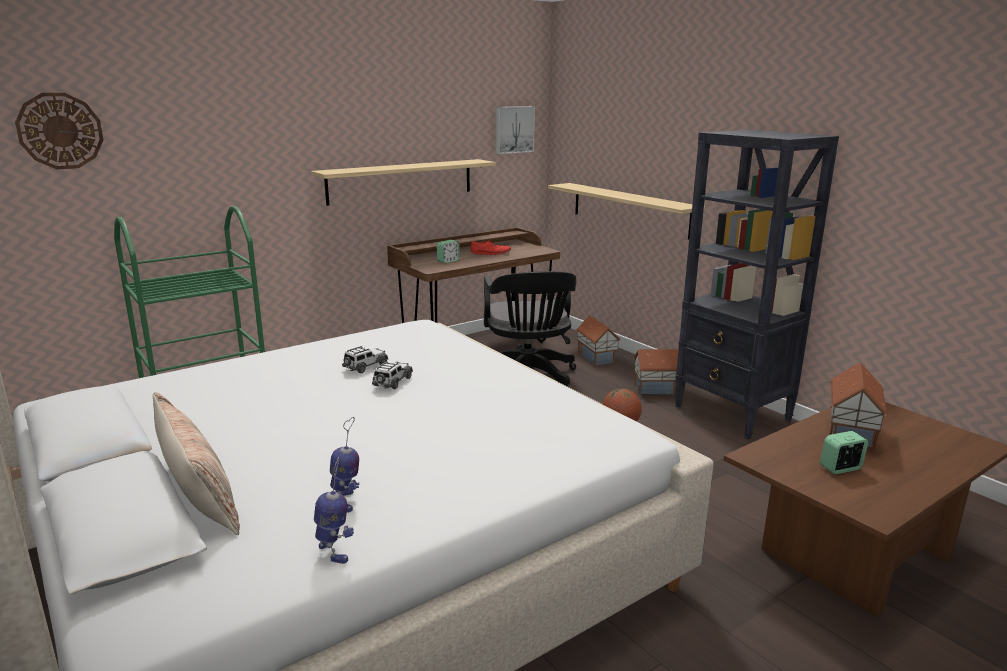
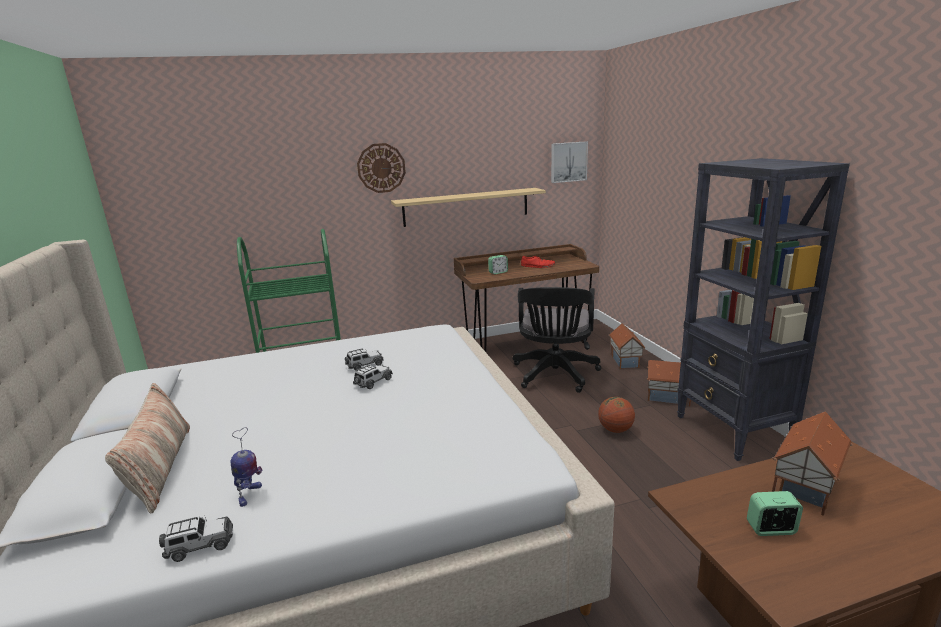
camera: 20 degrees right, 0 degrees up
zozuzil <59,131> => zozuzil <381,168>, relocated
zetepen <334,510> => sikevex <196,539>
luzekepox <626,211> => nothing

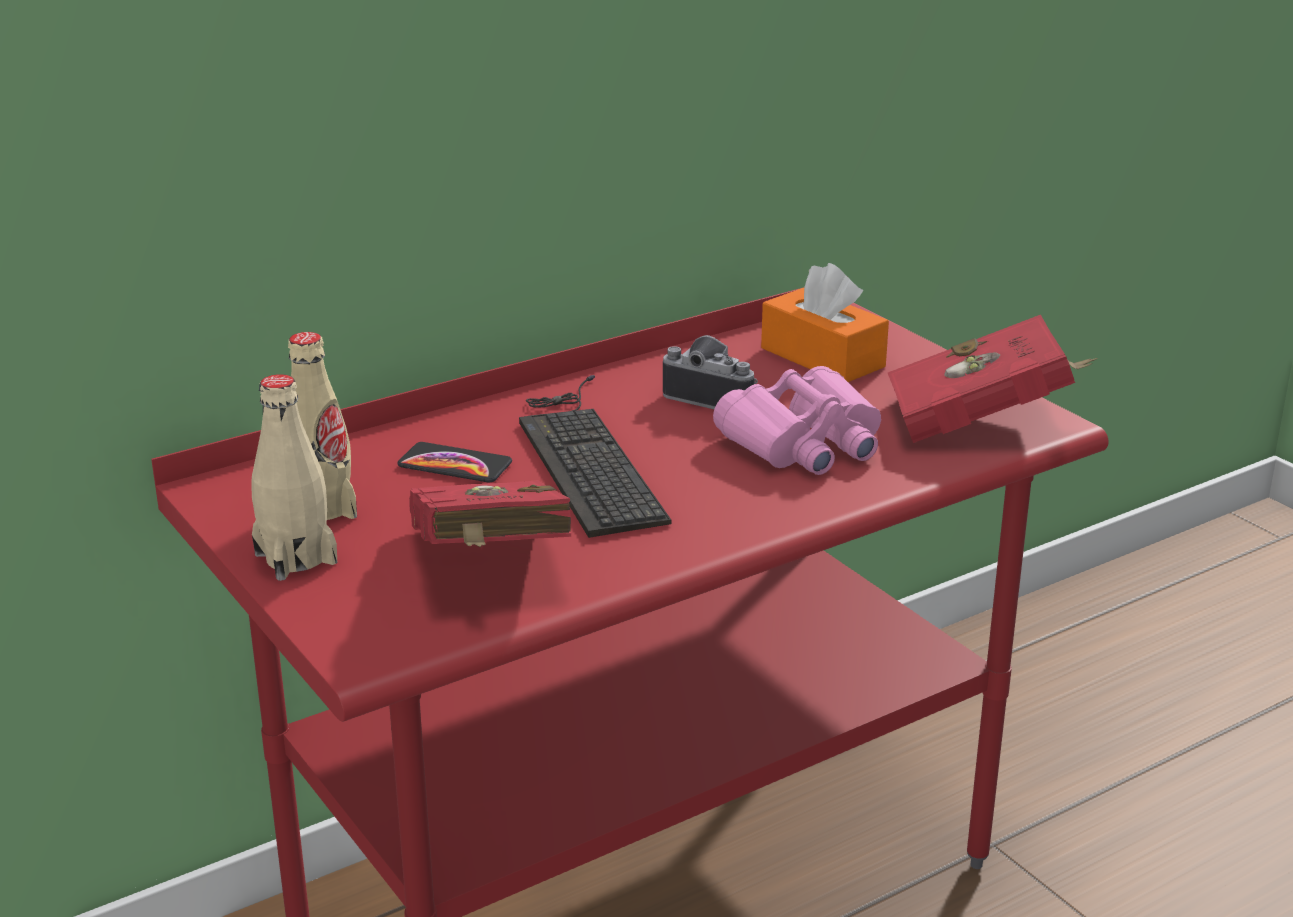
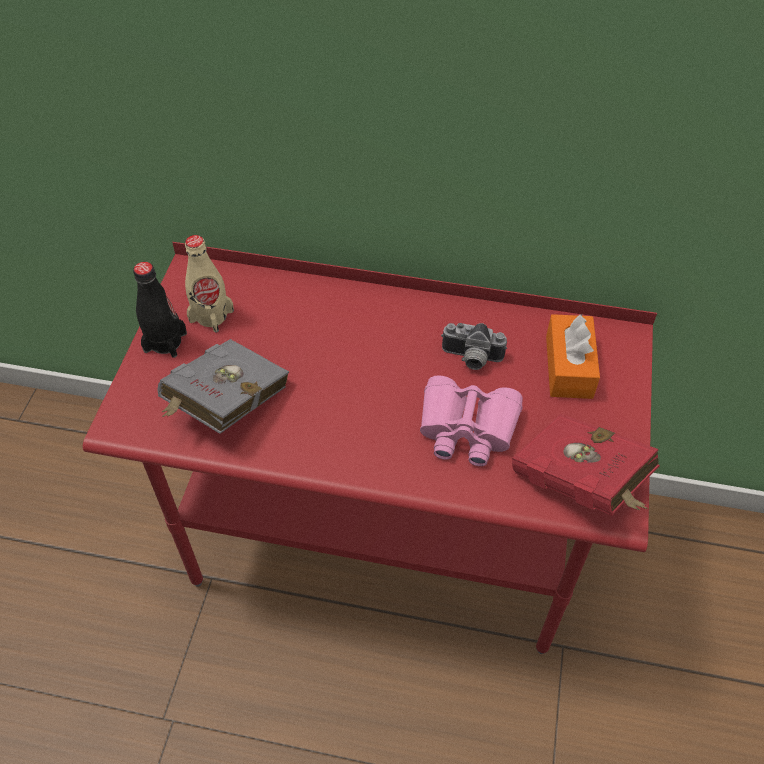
camera: 45 degrees right, 25 degrees up
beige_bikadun <294,477> => black_bikadun <160,310>
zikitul <454,462> => nothing
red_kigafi <490,513> => grey_kigafi <223,386>
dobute <595,456> => nothing
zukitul <710,372> => zukitul <474,346>, 120 degrees clockwise

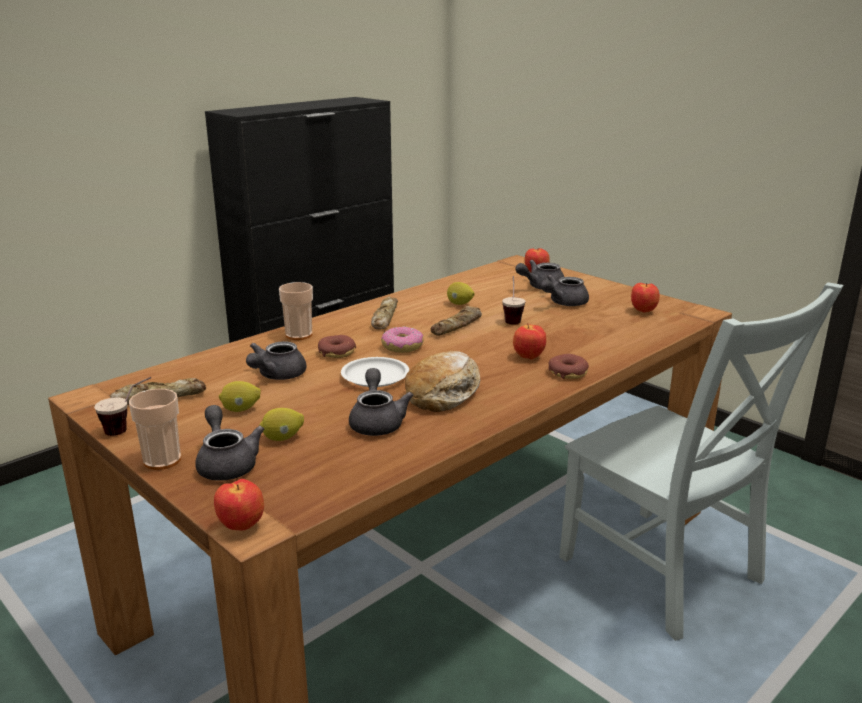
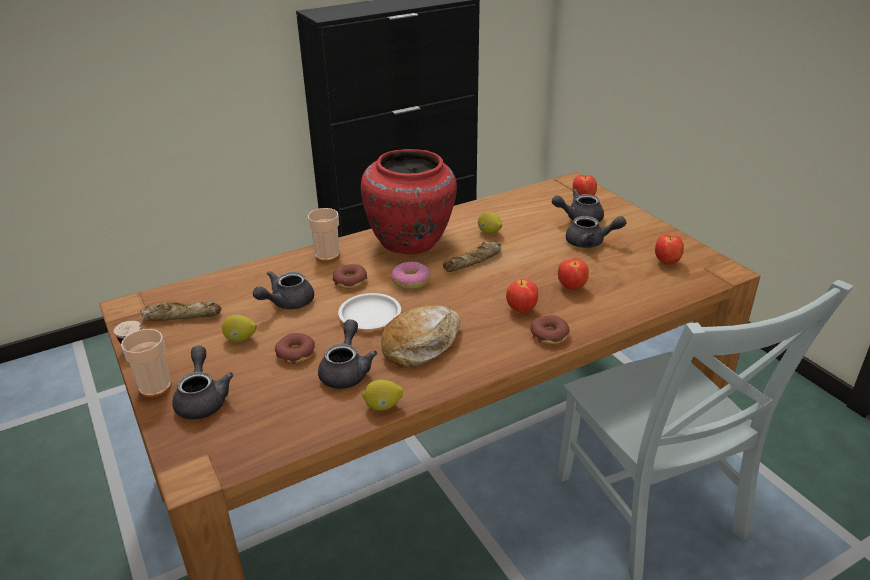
camera: 15 degrees right, 10 degrees up
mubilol <239,504> => mubilol <573,274>, relocated
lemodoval <281,424> => lemodoval <382,395>, relocated
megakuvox <384,313> => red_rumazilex <409,202>
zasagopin <514,300> => nothing
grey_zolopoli <564,290> => grey_zolopoli <596,232>, 150 degrees counterclockwise
nothing => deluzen <295,348>

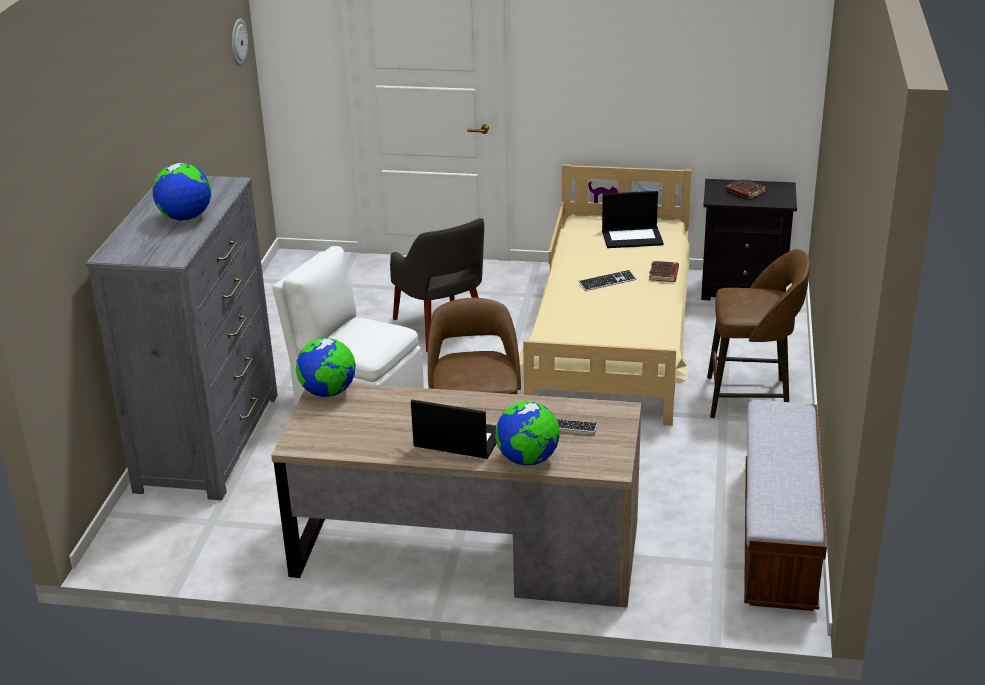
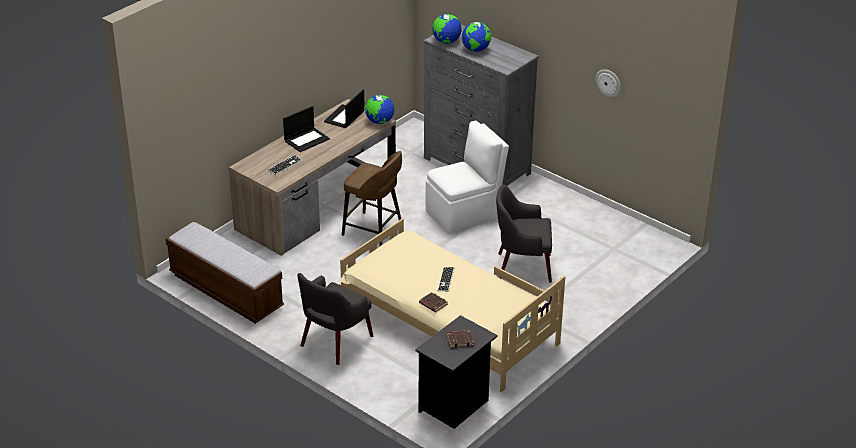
camera: 120 degrees right, 5 degrees up
zozuzil <240,42> => zozuzil <608,83>, relocated
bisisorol <527,434> => bisisorol <447,29>, relocated
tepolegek <633,219> => tepolegek <344,108>, relocated
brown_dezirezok <758,333> => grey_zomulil <335,319>

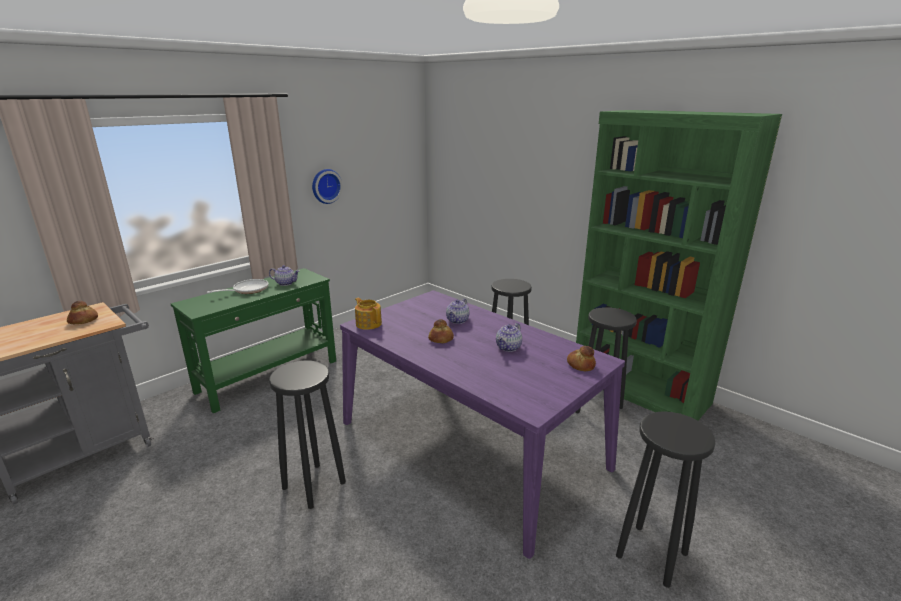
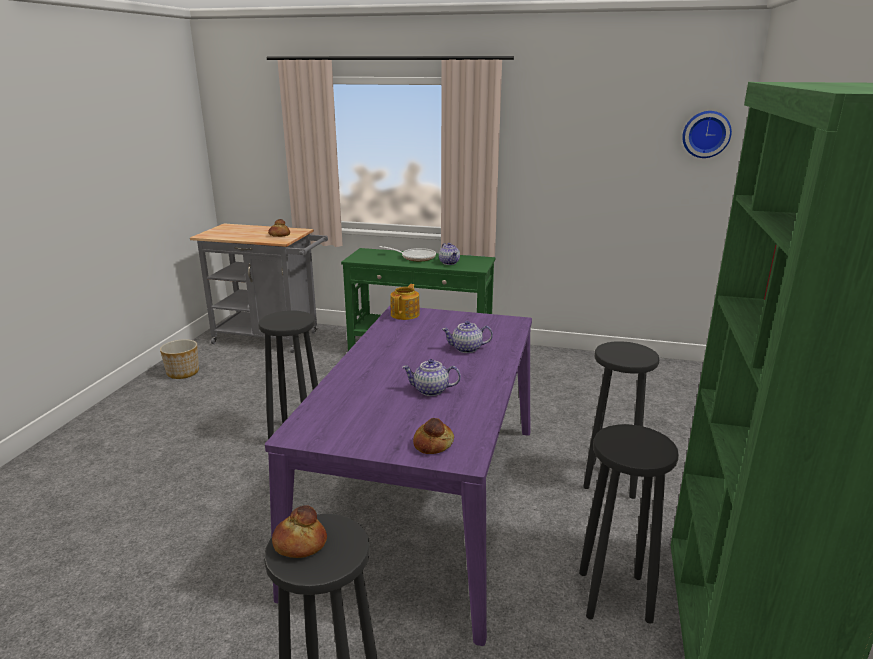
camera: 60 degrees right, 0 degrees up
zozuzil <327,186> => zozuzil <707,134>, relocated
megakuvox <441,331> => megakuvox <299,531>, relocated
nothing => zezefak <179,359>

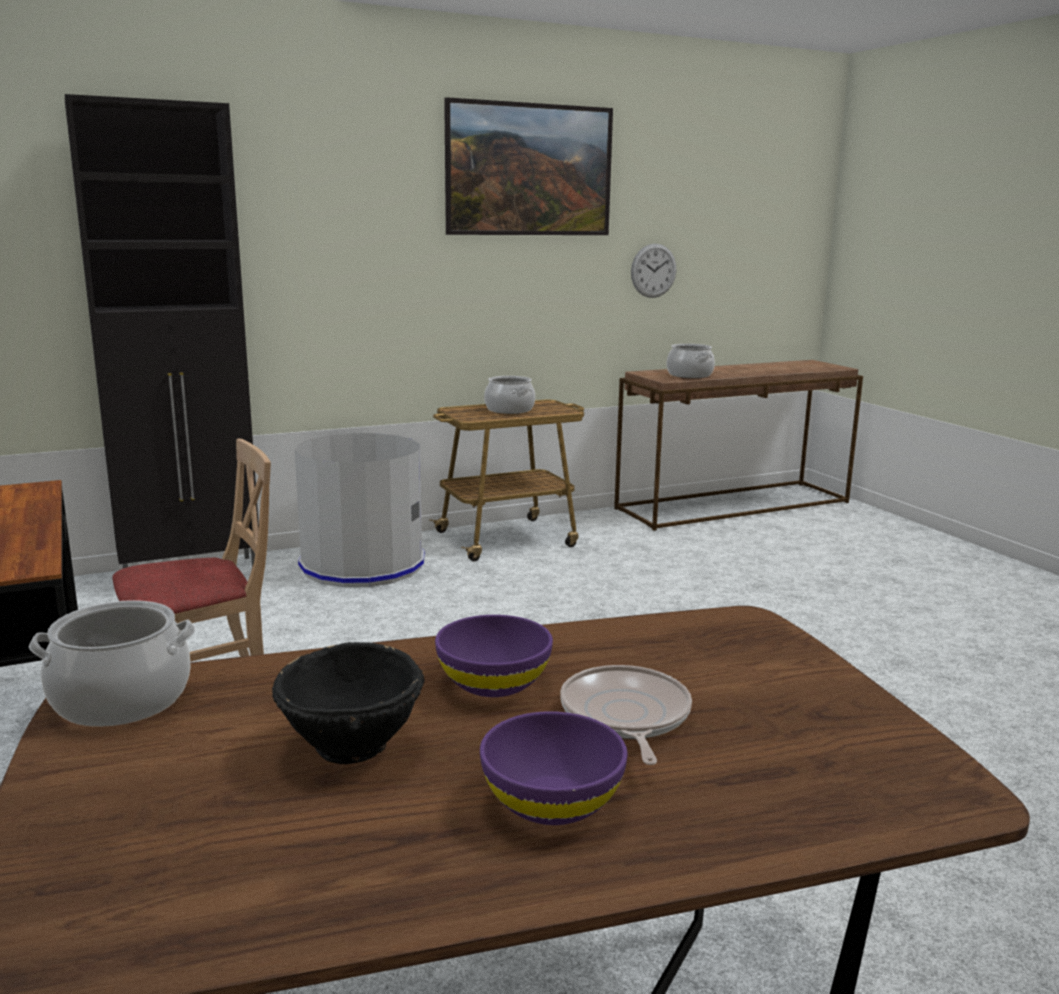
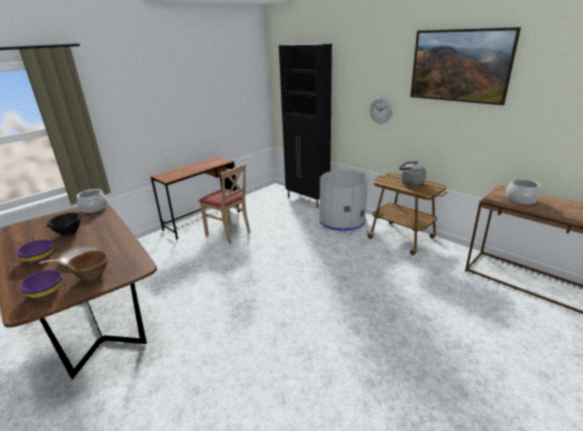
camera: 70 degrees right, 10 degrees up
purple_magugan <494,656> => purple_magugan <41,284>, relocated
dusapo <509,395> => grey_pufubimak <412,174>
zozuzil <653,271> => zozuzil <381,110>, relocated
nothing => brown_magugan <88,266>

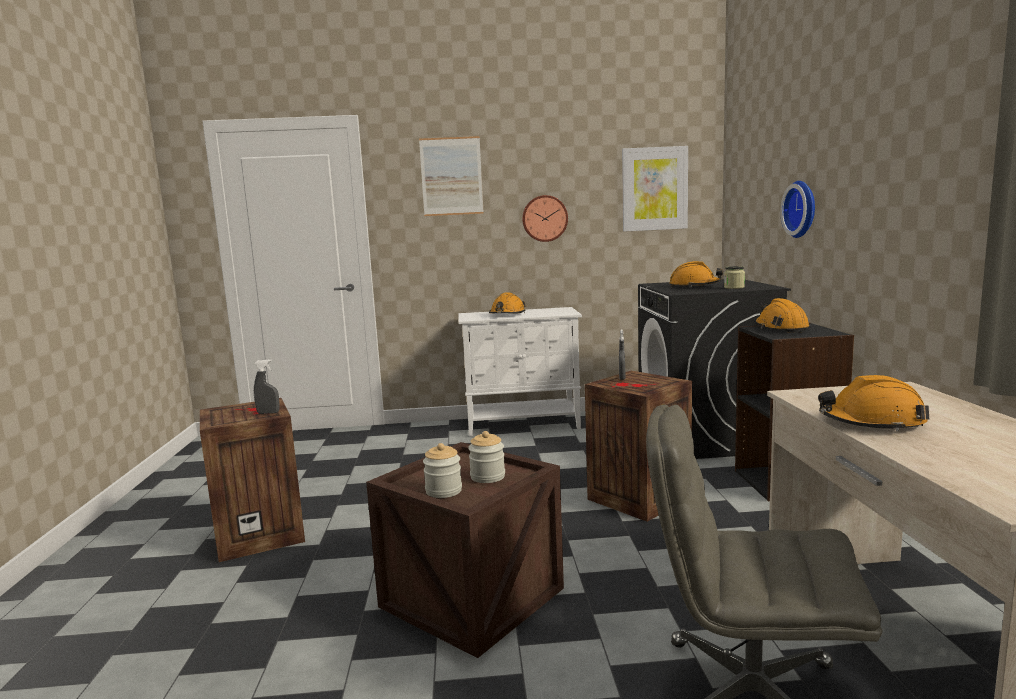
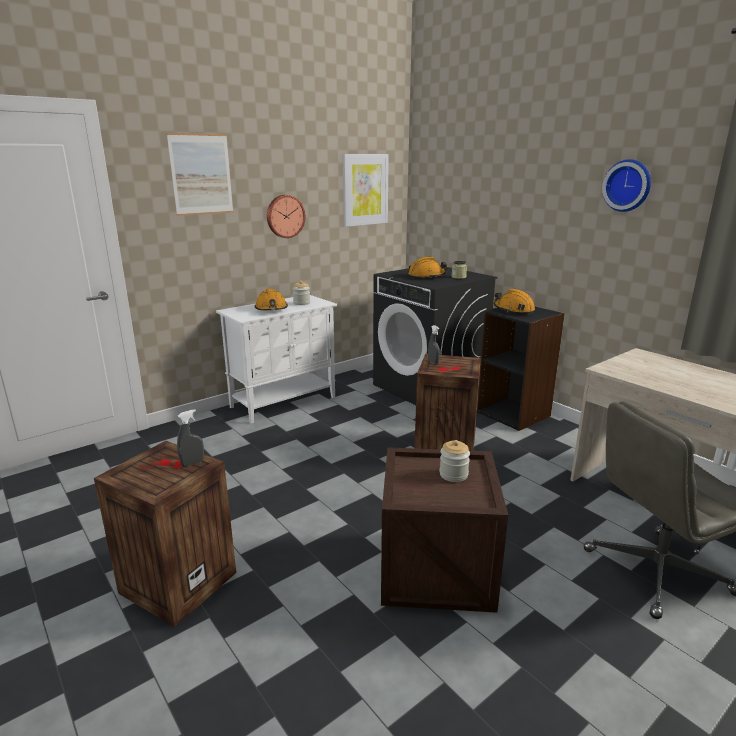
camera: 35 degrees left, 10 degrees up
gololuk <442,470> => gololuk <301,293>, relocated
zozuzil <797,209> => zozuzil <626,185>, relocated
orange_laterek <873,403> => nothing

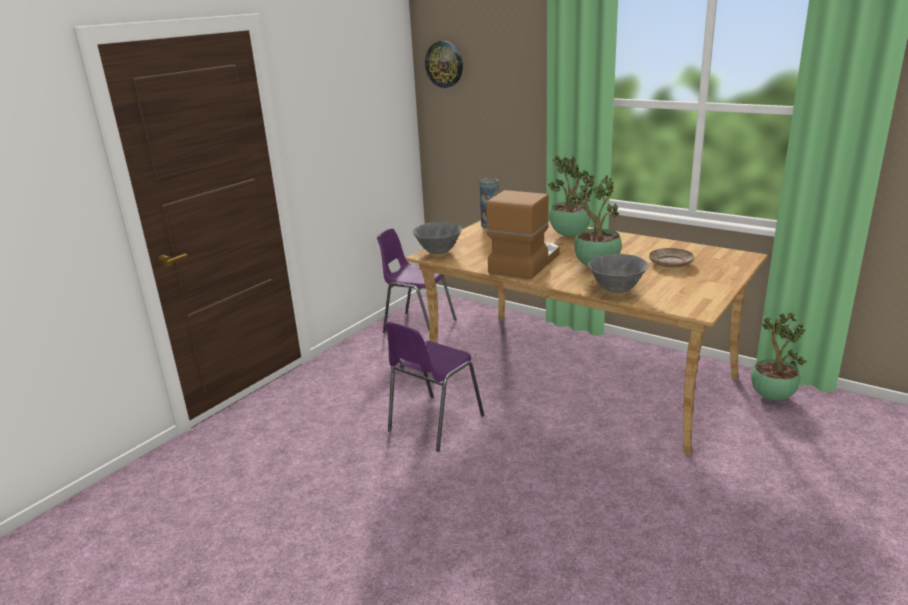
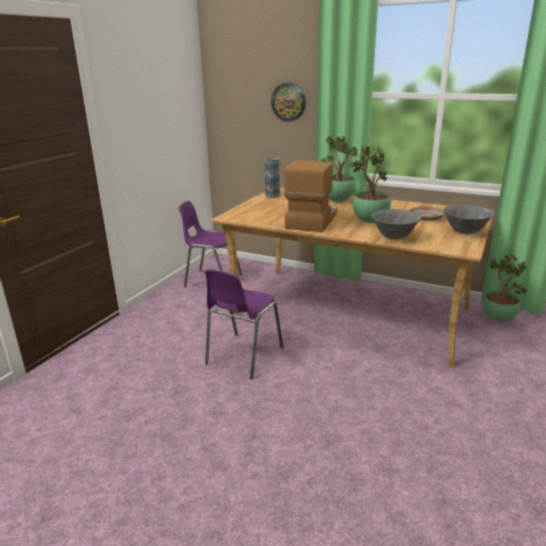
camera: 10 degrees left, 0 degrees up
grey_magugan <437,238> => grey_magugan <468,219>, relocated
zozuzil <444,64> => zozuzil <288,102>, relocated

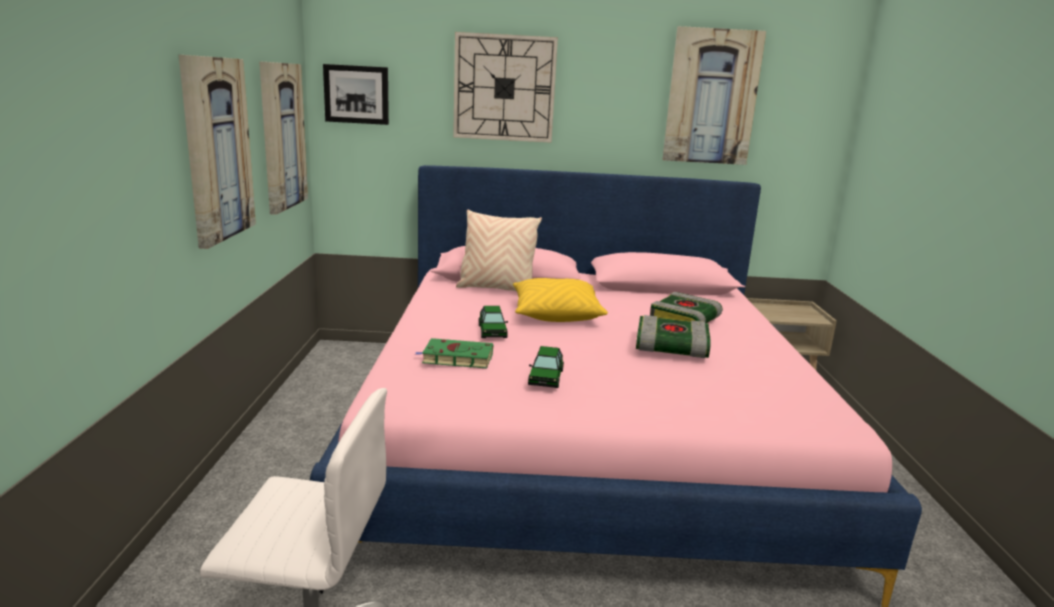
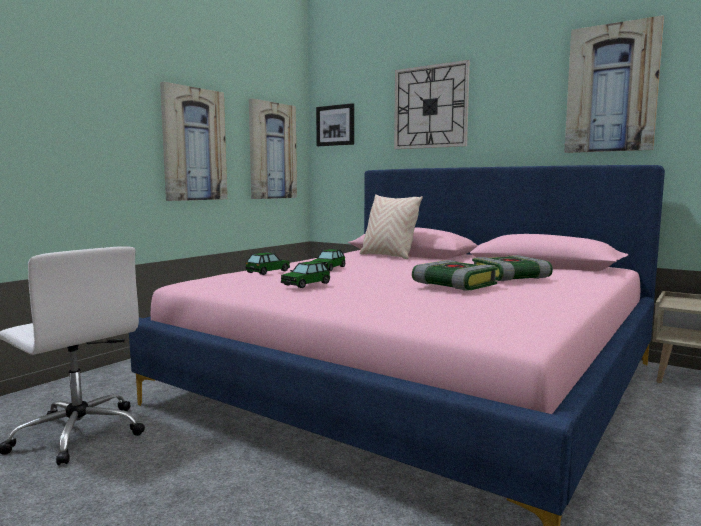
camera: 35 degrees right, 10 degrees down
green_kigafi <455,353> => sikevex <268,263>
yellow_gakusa <560,300> => nothing

